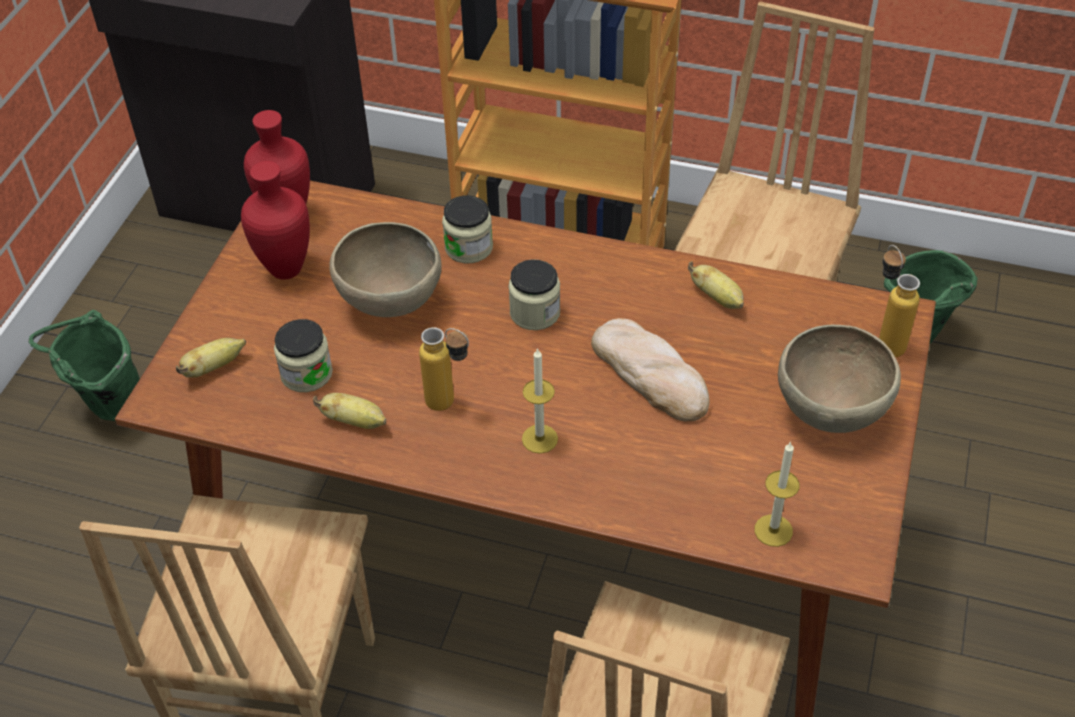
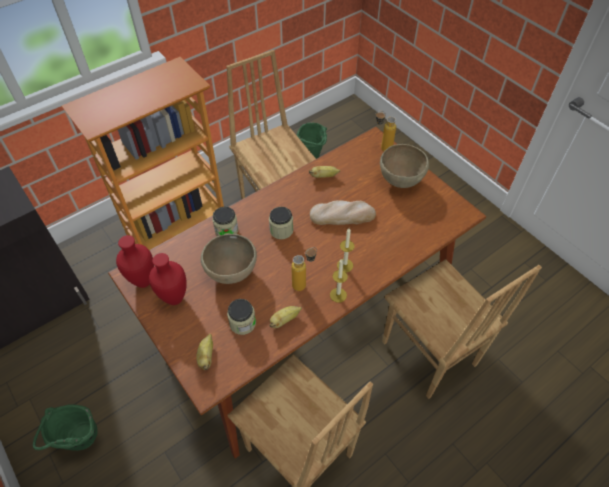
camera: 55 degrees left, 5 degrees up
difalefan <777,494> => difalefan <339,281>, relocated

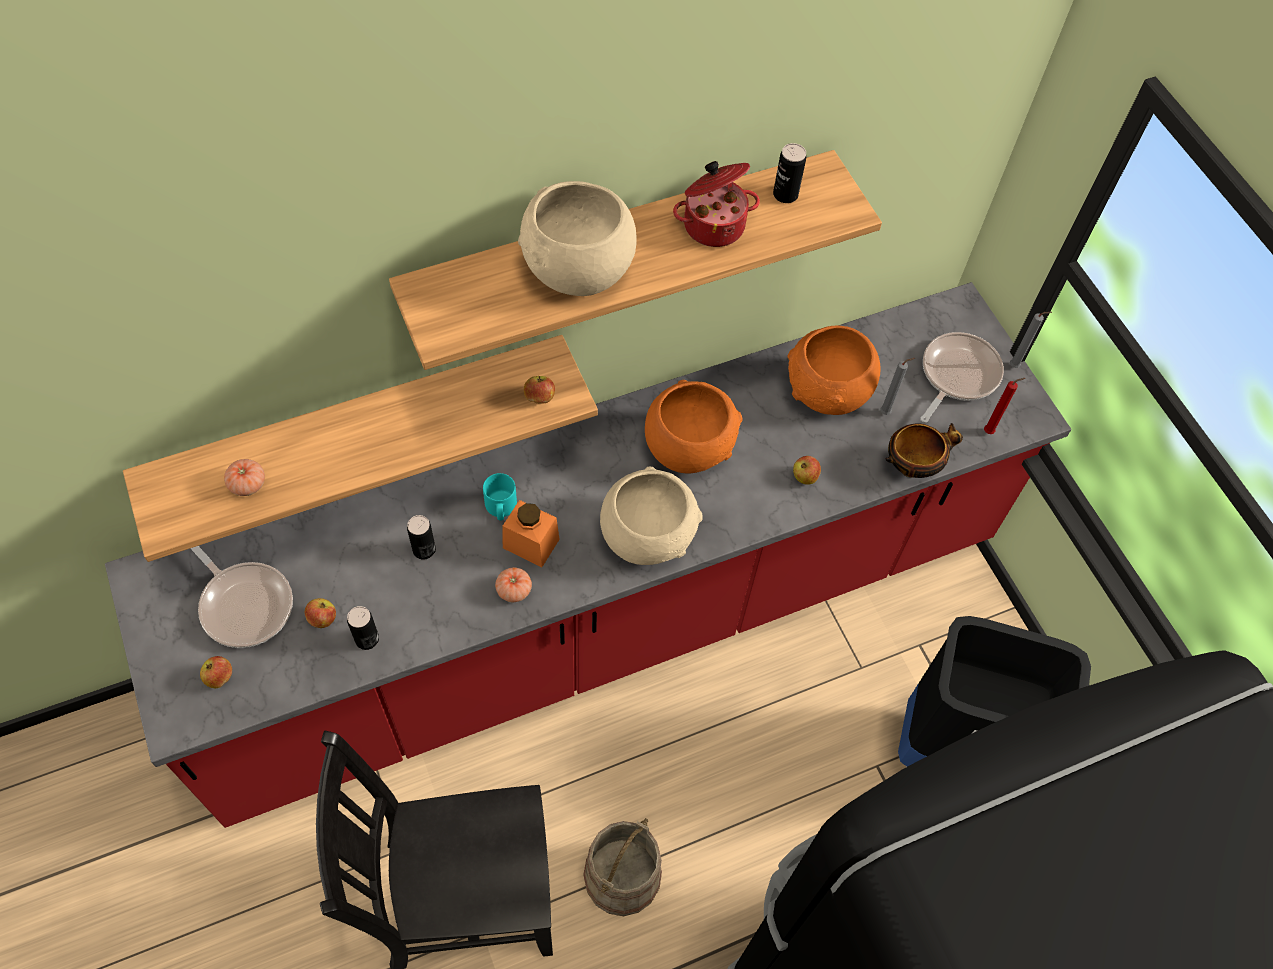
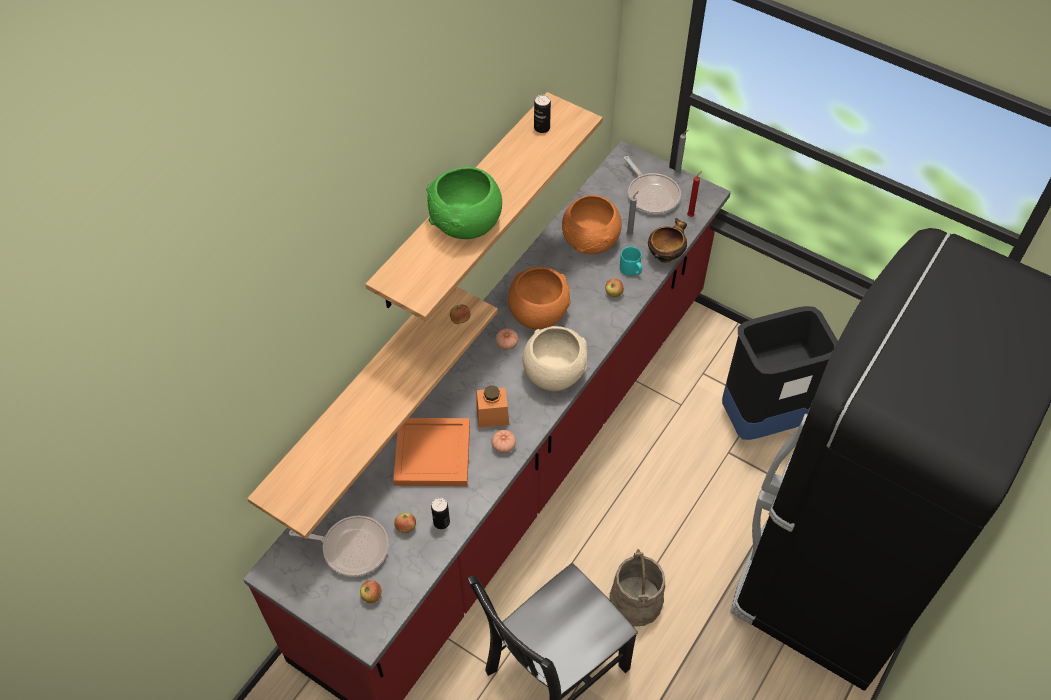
camera: 30 degrees left, 5 degrees down
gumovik <244,477> => gumovik <507,339>, relocated
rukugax <421,537> => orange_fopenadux <431,452>
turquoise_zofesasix <500,496> => turquoise_zofesasix <631,261>, relocated
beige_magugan <577,238> => green_magugan <464,203>
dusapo <716,204> => nothing
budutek <962,377> => budutek <652,185>, 150 degrees clockwise

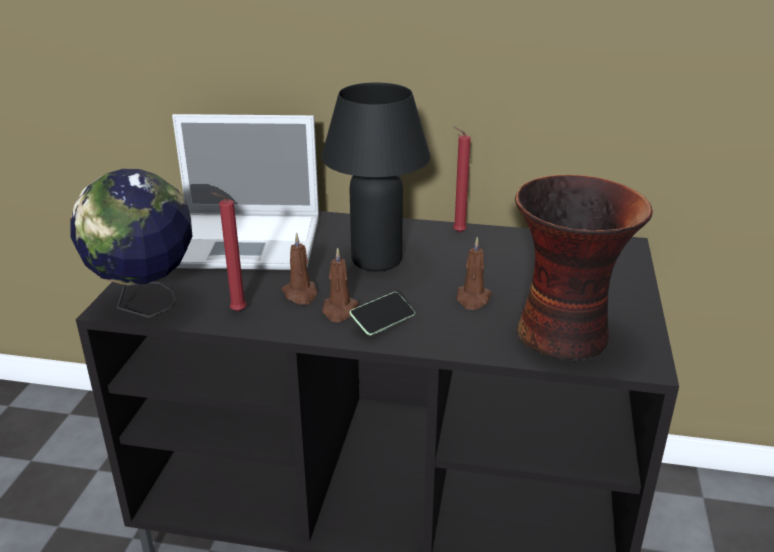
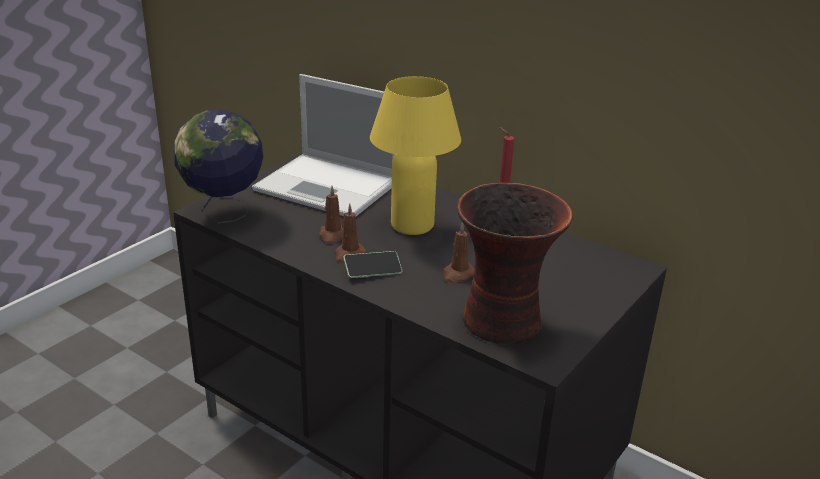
camera: 25 degrees right, 0 degrees up
red_difalefan <229,252> => nothing
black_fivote <376,177> => yellow_fivote <415,155>

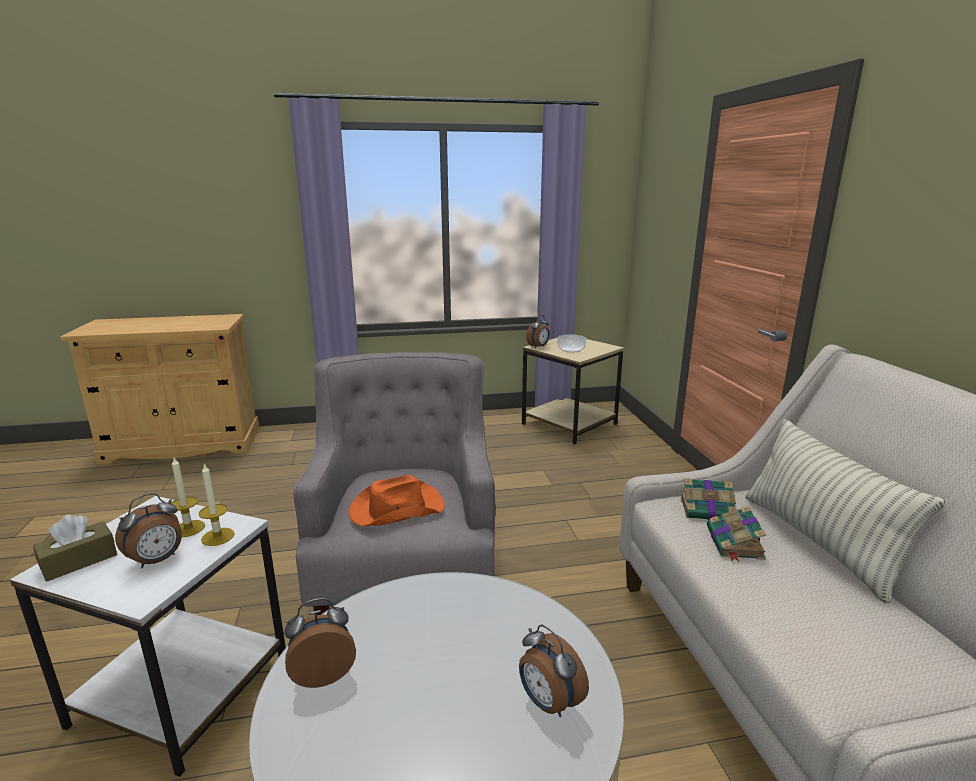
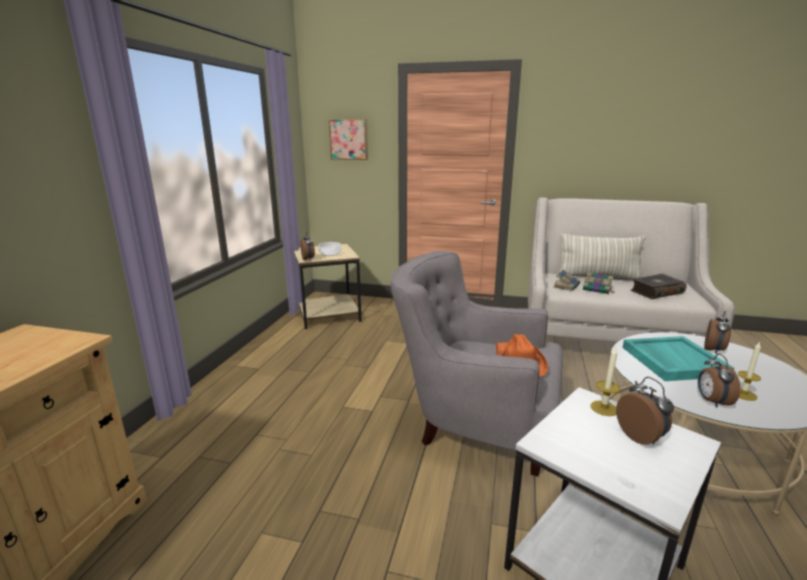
camera: 65 degrees left, 0 degrees up
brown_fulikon <75,548> => nothing
difalefan <188,497> => difalefan <749,371>, relocated
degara <554,670> => degara <717,332>, 45 degrees counterclockwise
nothing => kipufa <348,139>
nothing => turquoise_fopenadux <678,358>
nothing => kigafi <658,286>

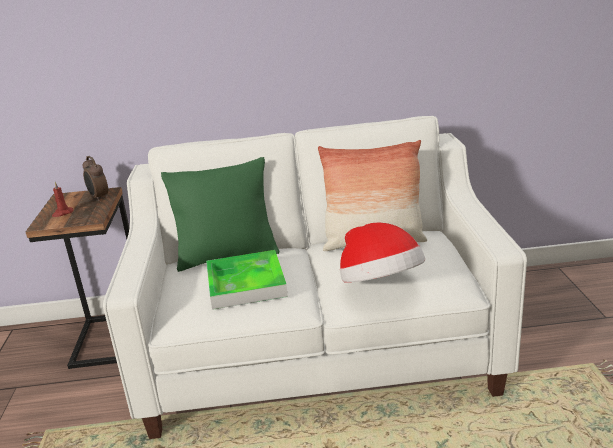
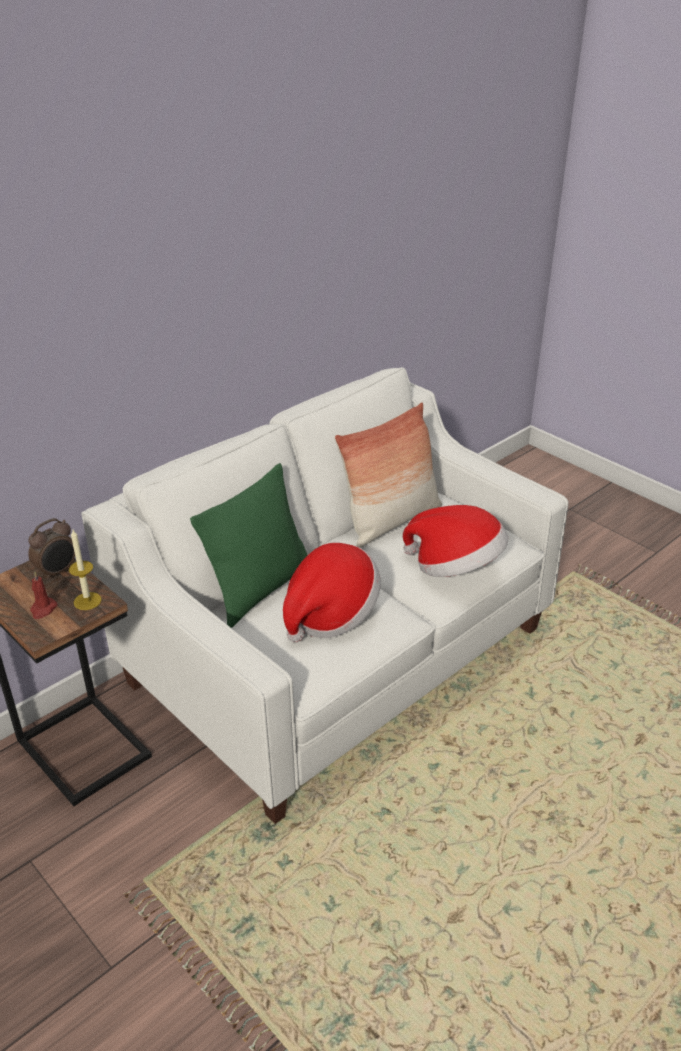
camera: 40 degrees left, 10 degrees up
degara <95,179> => degara <51,549>, 60 degrees counterclockwise
fopenadux <247,280> => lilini <332,592>
nothing => difalefan <85,570>

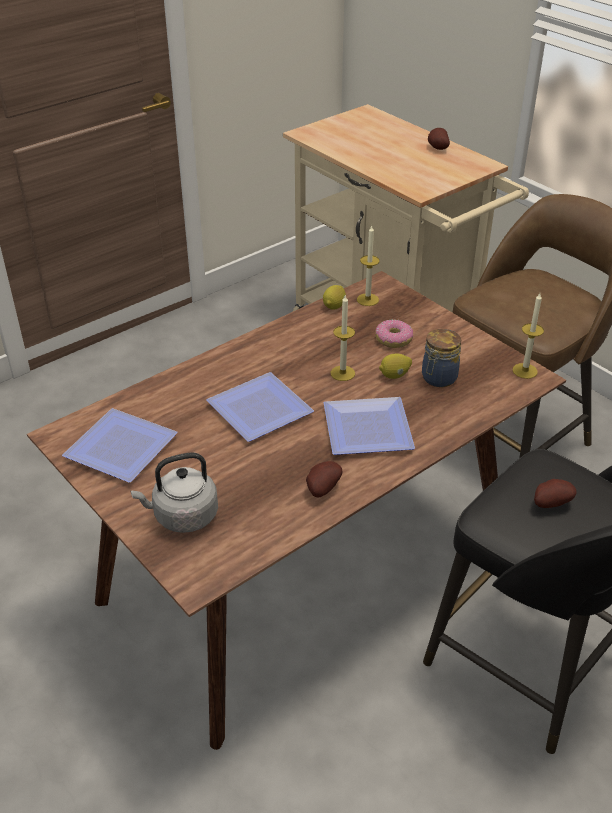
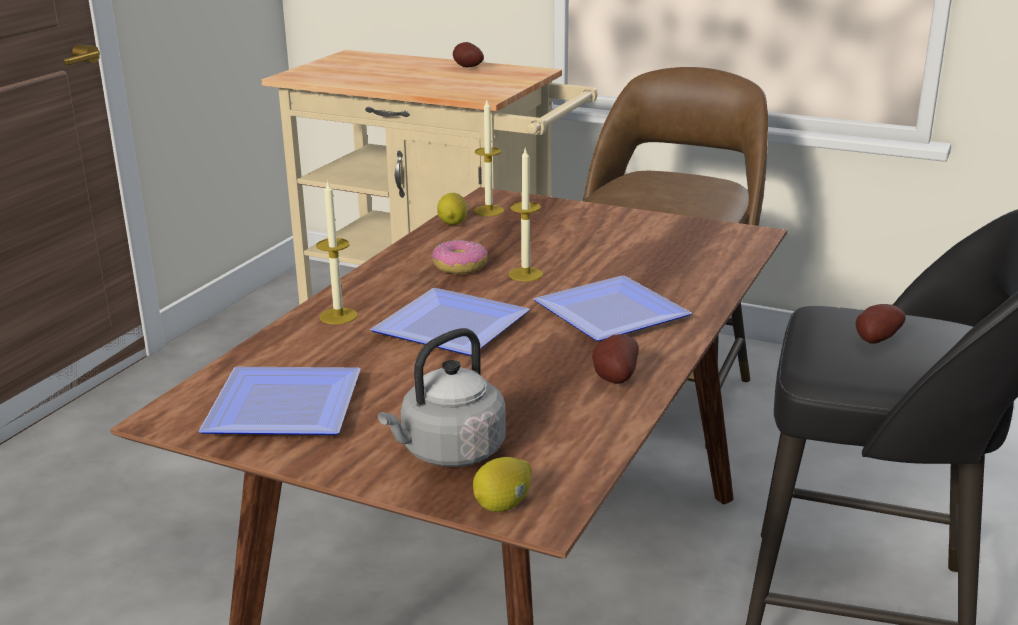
camera: 25 degrees left, 15 degrees down
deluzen <394,334> => deluzen <460,257>, relocated
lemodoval <395,366> => lemodoval <502,484>, relocated
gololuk <441,358> => nothing
difalefan <528,336> => difalefan <337,252>, relocated

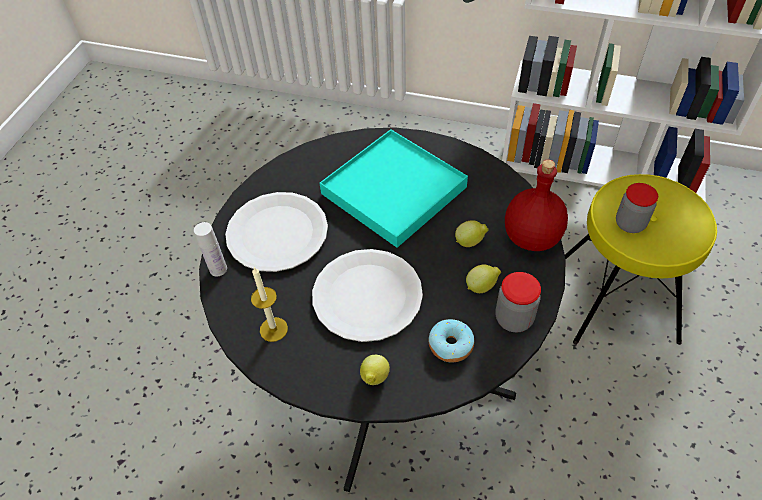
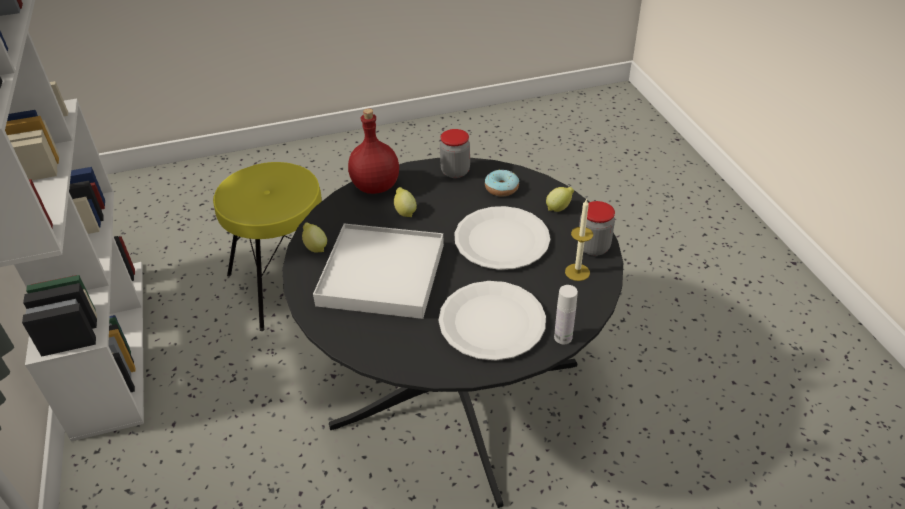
camera: 125 degrees left, 10 degrees down
turquoise_fopenadux <394,188> => white_fopenadux <378,271>
lemodoval <483,278> => lemodoval <314,237>, relocated
gololuk <637,208> => gololuk <597,228>, relocated

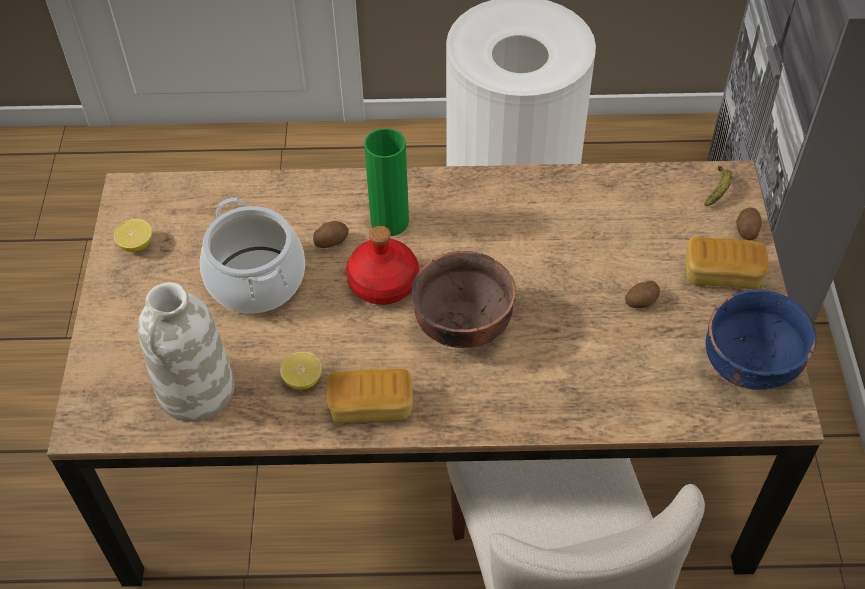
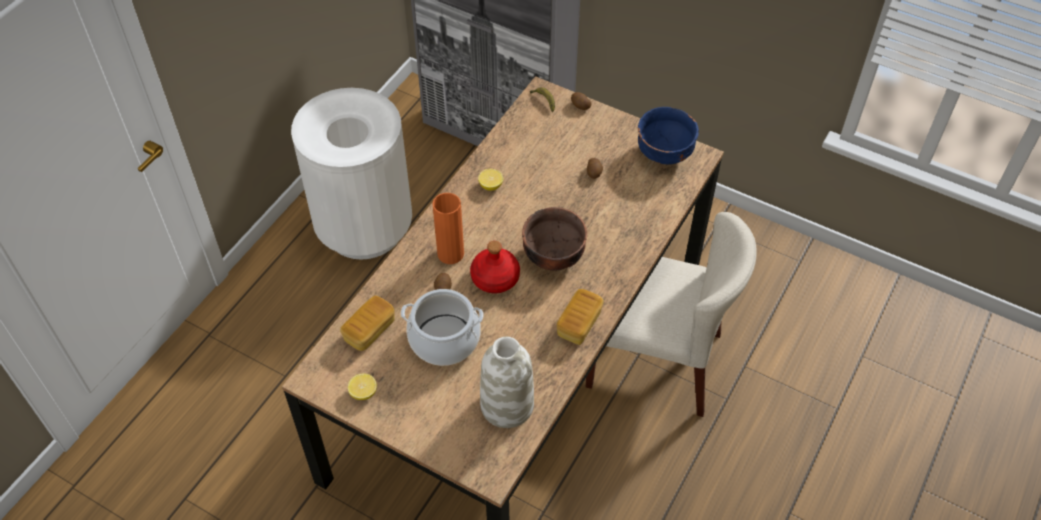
camera: 60 degrees left, 0 degrees up
lemodoval <301,371> => lemodoval <490,180>, relocated
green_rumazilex <386,182> => orange_rumazilex <448,228>
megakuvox <727,263> => megakuvox <367,323>, relocated

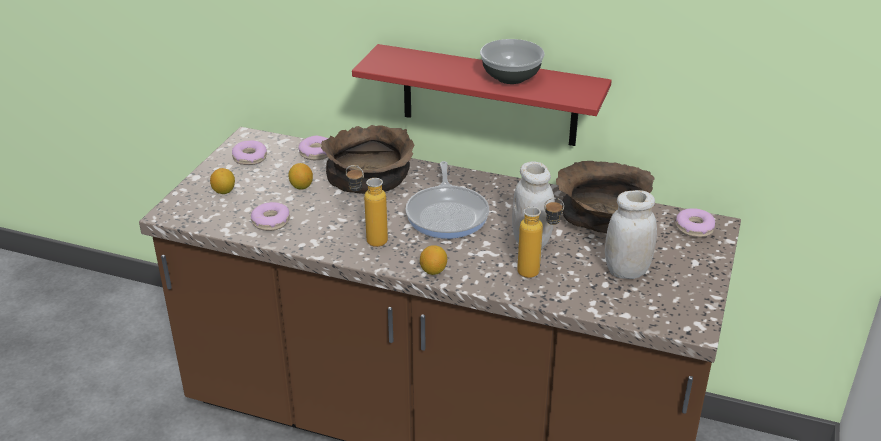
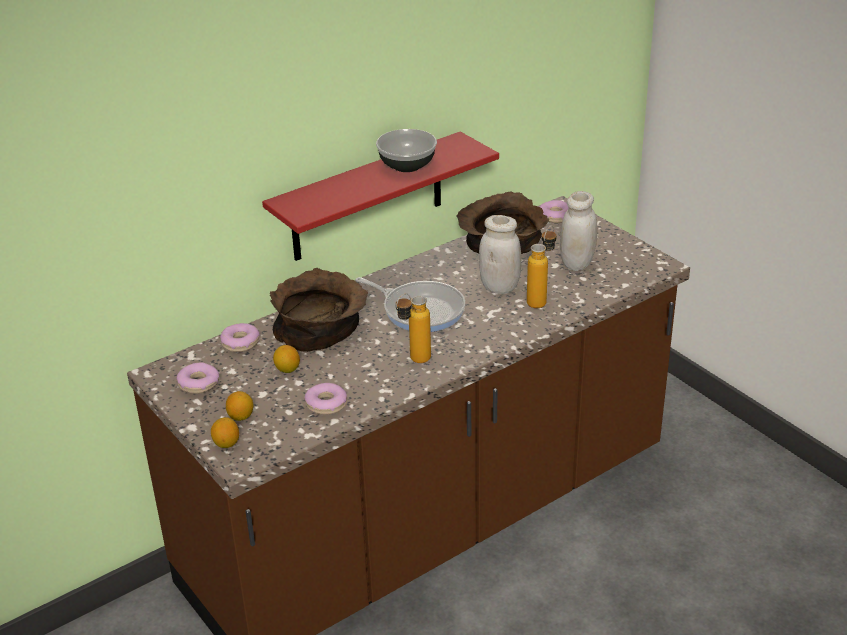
camera: 55 degrees left, 0 degrees up
lemodoval <433,260> => lemodoval <225,432>, relocated

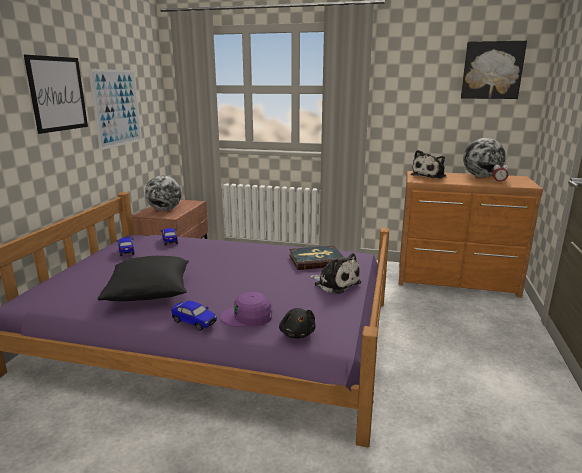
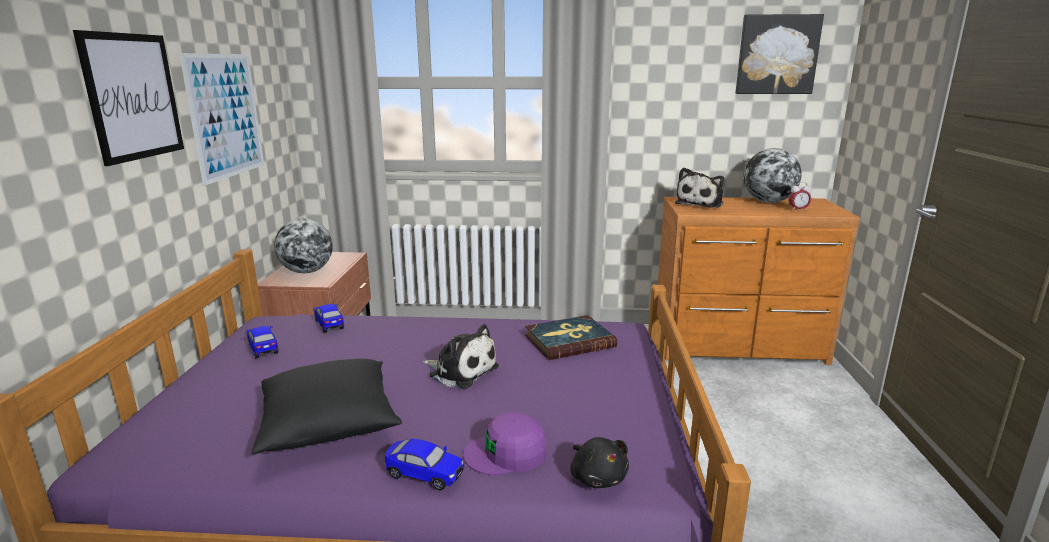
camera: 10 degrees left, 0 degrees up
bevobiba <335,273> => bevobiba <461,356>, relocated

